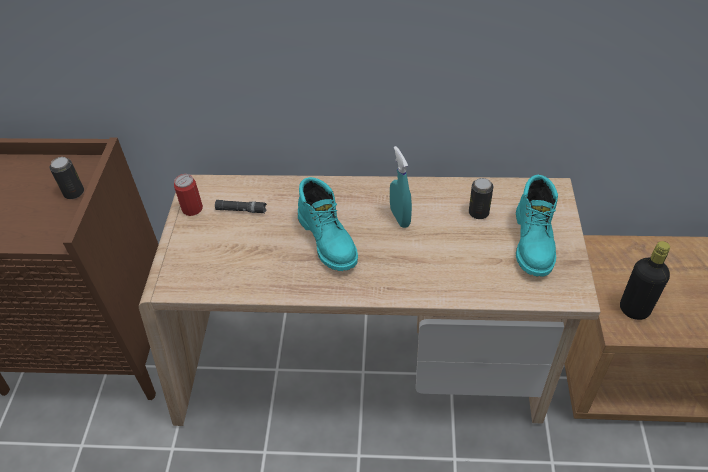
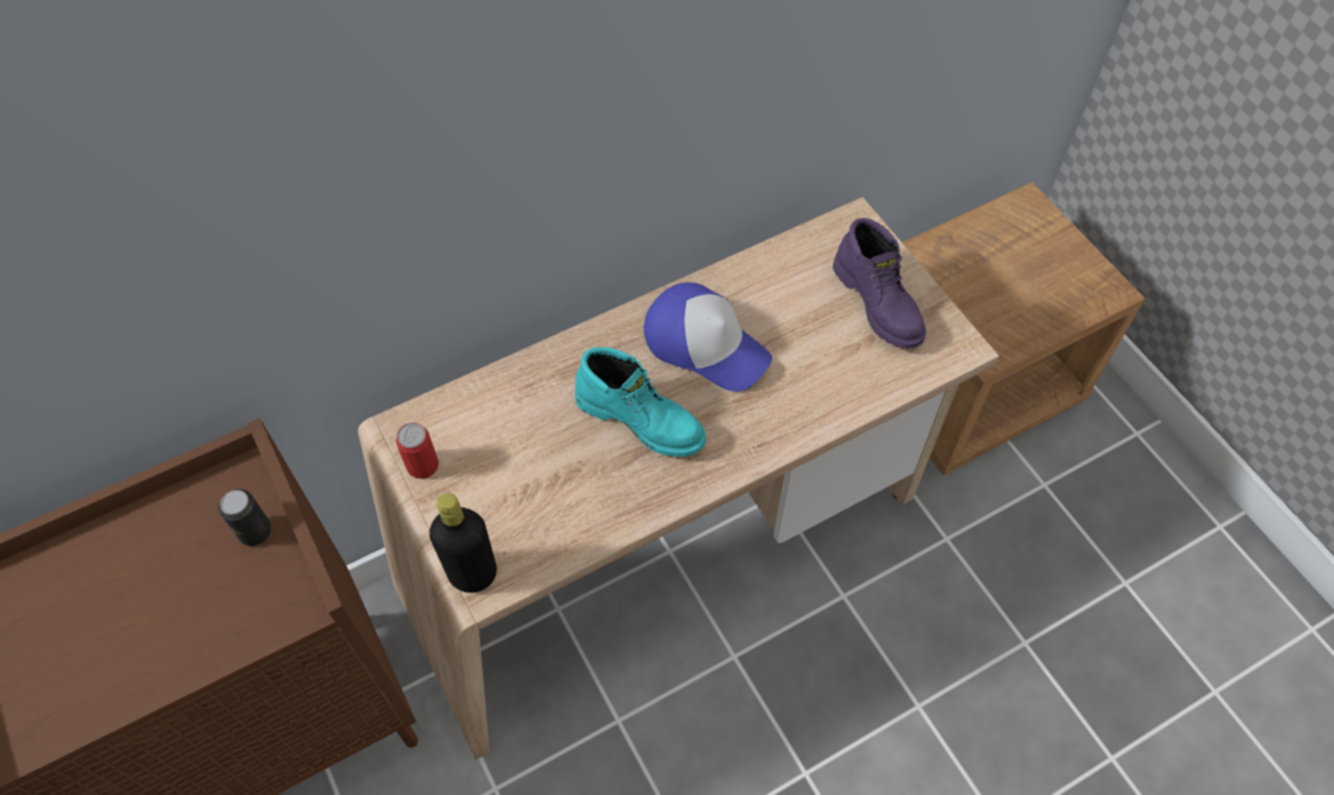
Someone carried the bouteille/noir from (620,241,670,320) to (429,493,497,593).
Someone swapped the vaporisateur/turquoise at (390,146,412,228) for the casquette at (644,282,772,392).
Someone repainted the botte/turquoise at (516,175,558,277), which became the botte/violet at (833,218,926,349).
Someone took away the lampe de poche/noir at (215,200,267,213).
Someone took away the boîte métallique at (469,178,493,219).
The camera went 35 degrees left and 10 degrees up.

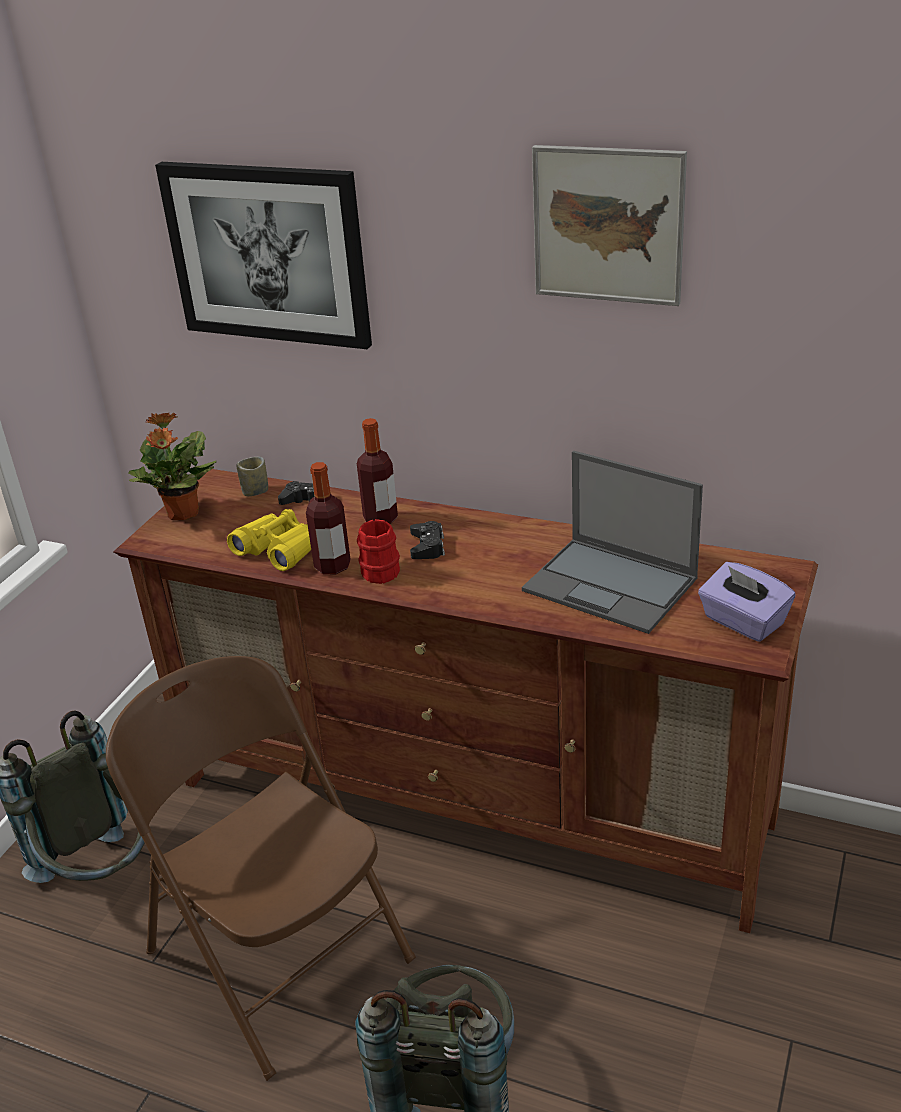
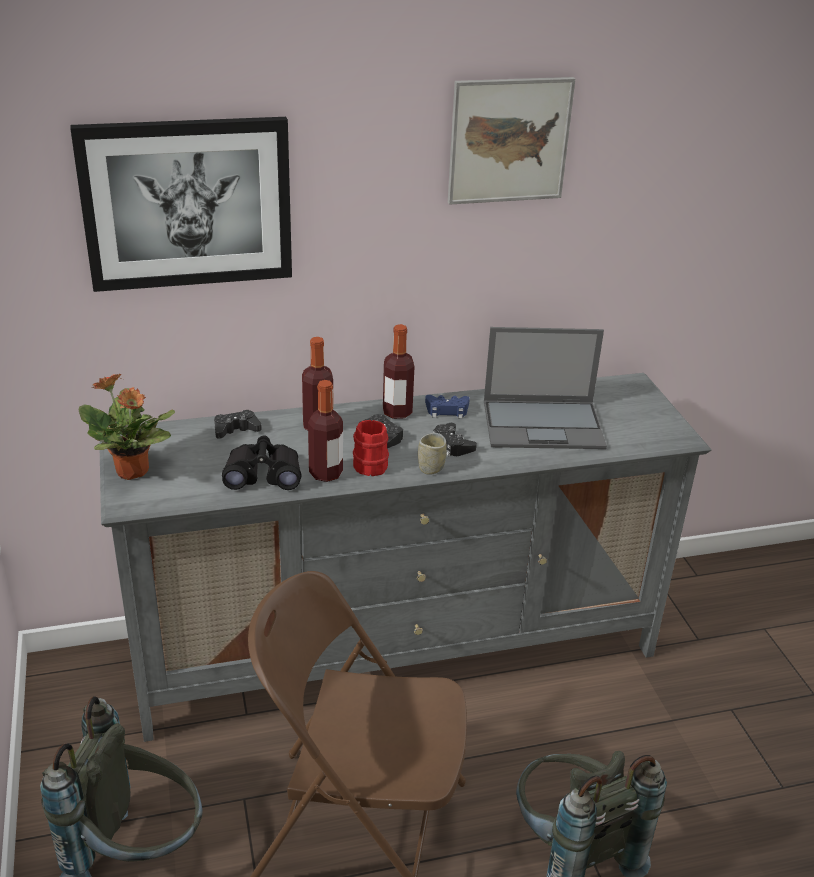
Someone repainted the commode/marron at (113,469,818,933), which became the commode/gris at (99,373,712,742).
Someone repainted the jumelles/jaune at (227,509,311,571), which became the jumelles/noir at (222,435,302,490).
Someone put down the bouteille at (383,324,415,419).
Someone carried the tasse from (236,457,268,496) to (418,433,447,475).
Someone put down the manette/bleu at (425,395,470,419).
Someone put down the manette/noir at (433,423,477,457).
Someone took away the boîte à mouchoirs/violet at (698,562,796,642).
The camera went 40 degrees left and 0 degrees up.

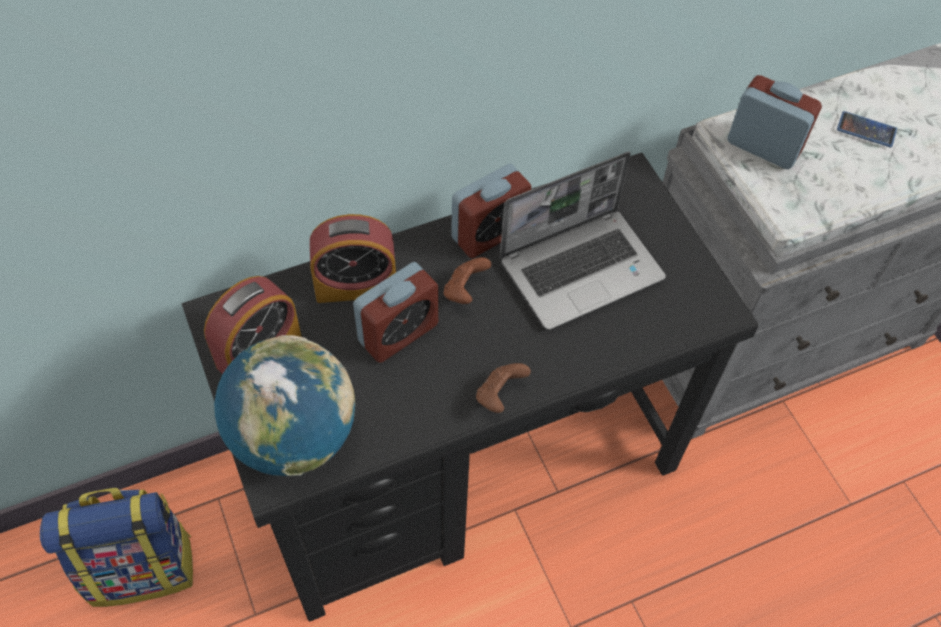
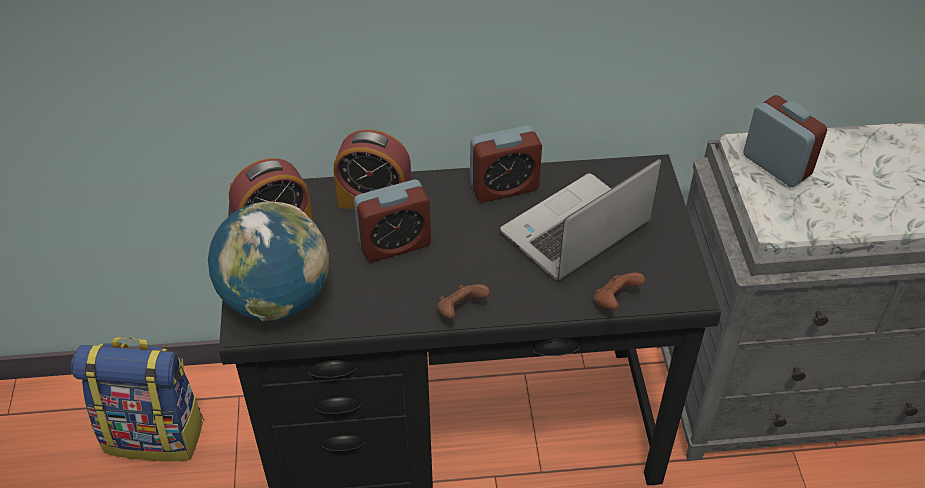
Someone rotated the ordinateur portable at (500,152,666,330) by 150 degrees clockwise.
Someone carried the manette/marron from (444,257,491,304) to (594,273,645,310).
Someone took away the téléphone at (837,111,897,147).
The camera went 20 degrees right and 10 degrees down.

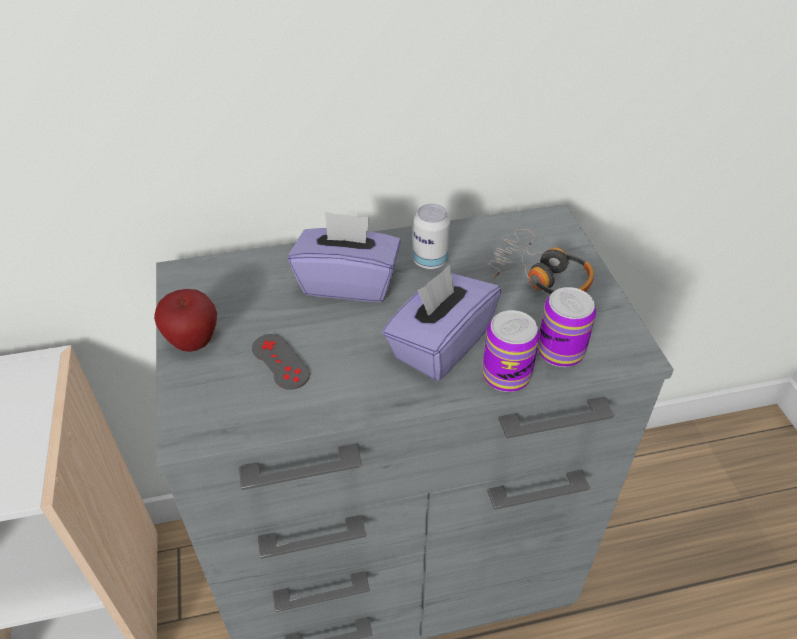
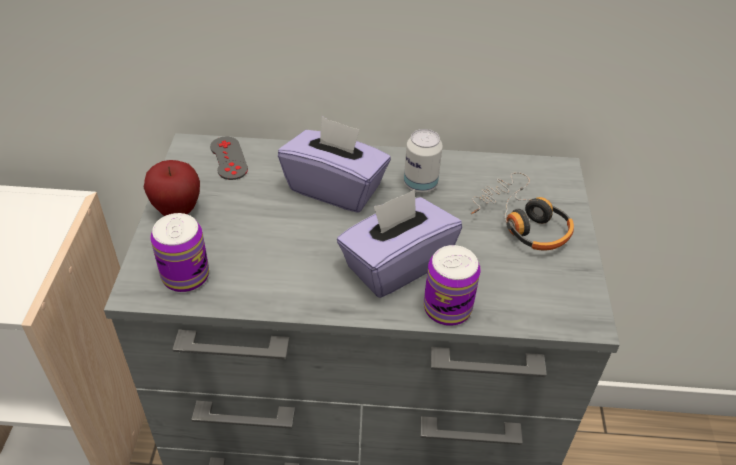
Someone carried the boîte métallique from (538,287,596,367) to (150,213,209,292).
Someone carried the manette/gris from (252,334,310,389) to (210,136,248,180).
The camera went 15 degrees right and 0 degrees up.

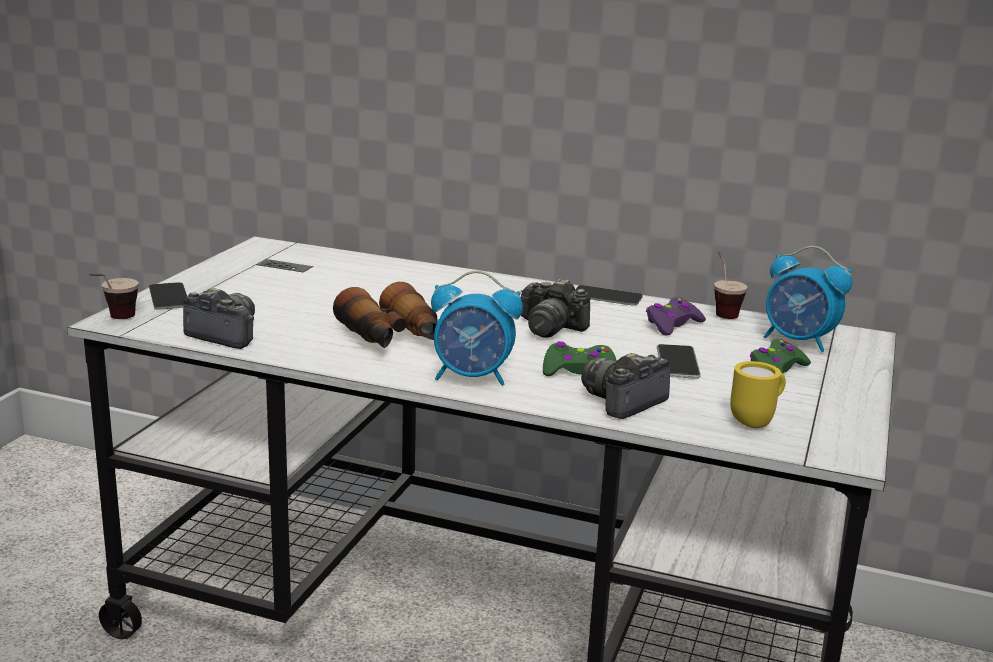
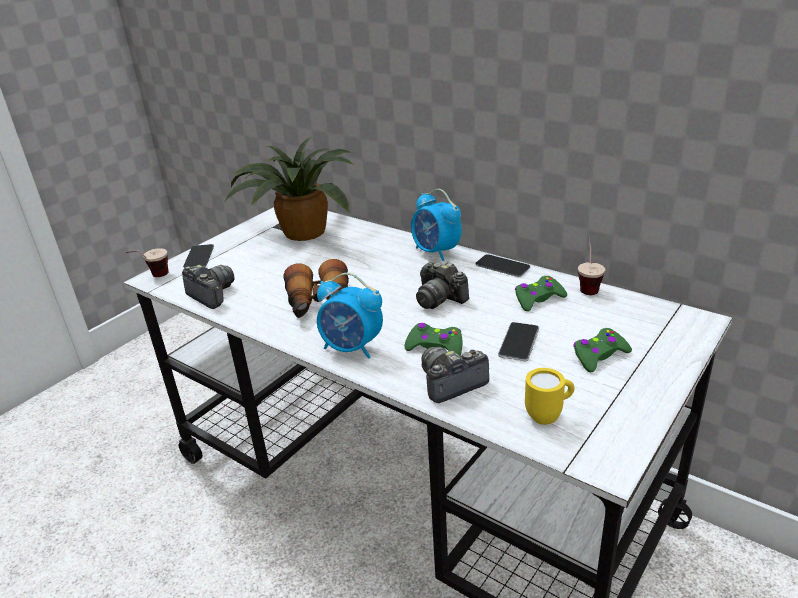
Someone put down the plante en pot at (224,136,354,241).
Someone carried the réveil from (764,246,852,352) to (411,189,462,261).
Someone repainted the manette/violet at (646,297,706,336), which became the manette/vert at (515,276,567,311).
The camera went 20 degrees right and 10 degrees up.

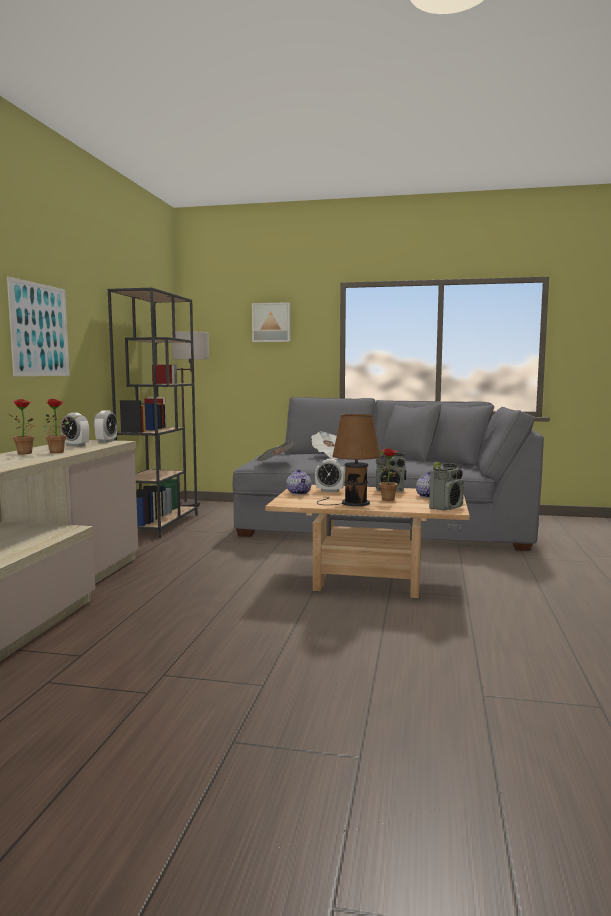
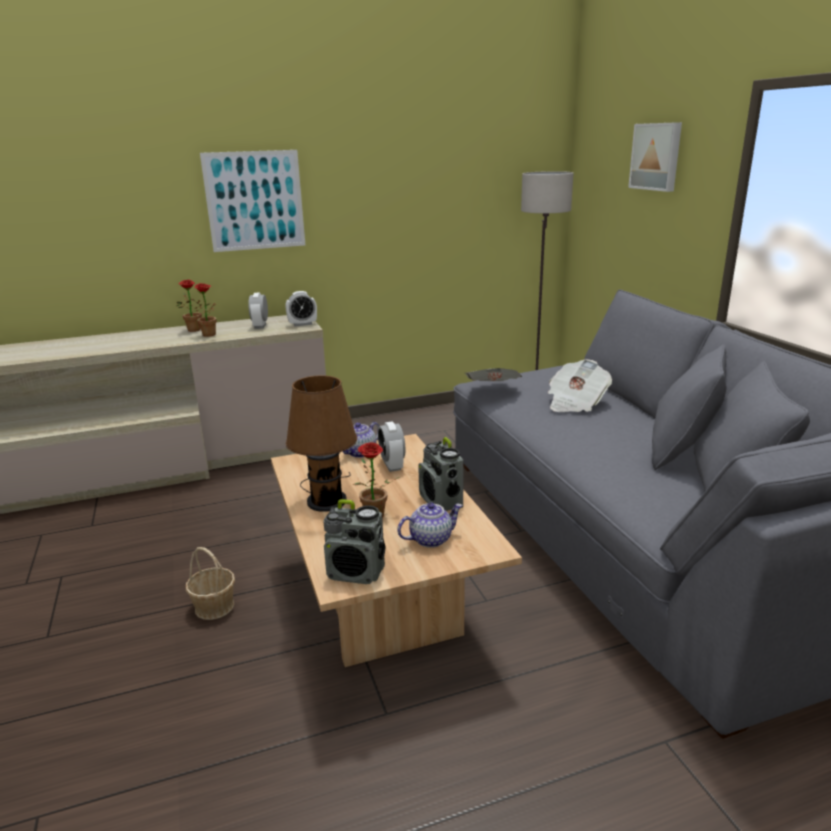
Someone put down the panier at (186,547,235,620).
Someone took away the bibliothèque at (108,288,198,538).
The camera went 60 degrees right and 15 degrees up.

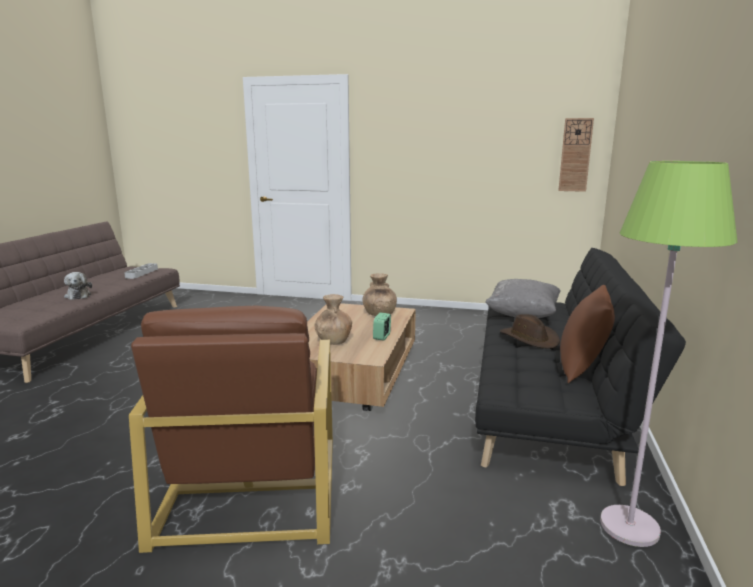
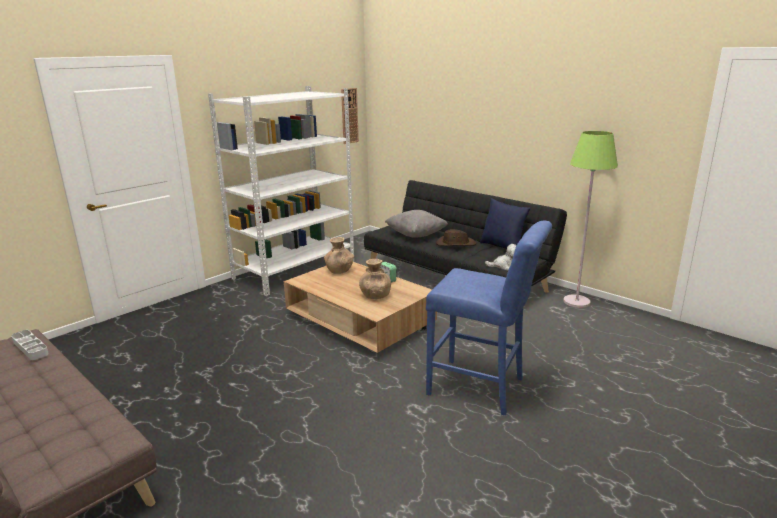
Someone put down the bibliothèque/blanc at (208,86,354,296).
Someone swapped the fauteuil/marron at (129,306,333,553) for the tabouret/bleu at (426,221,552,416).
Someone repainted the coussin/marron at (560,285,615,383), which became the coussin/bleu at (480,198,531,249).
Someone carried the peluche from (64,272,92,300) to (485,244,517,271).
The camera went 60 degrees left and 5 degrees up.

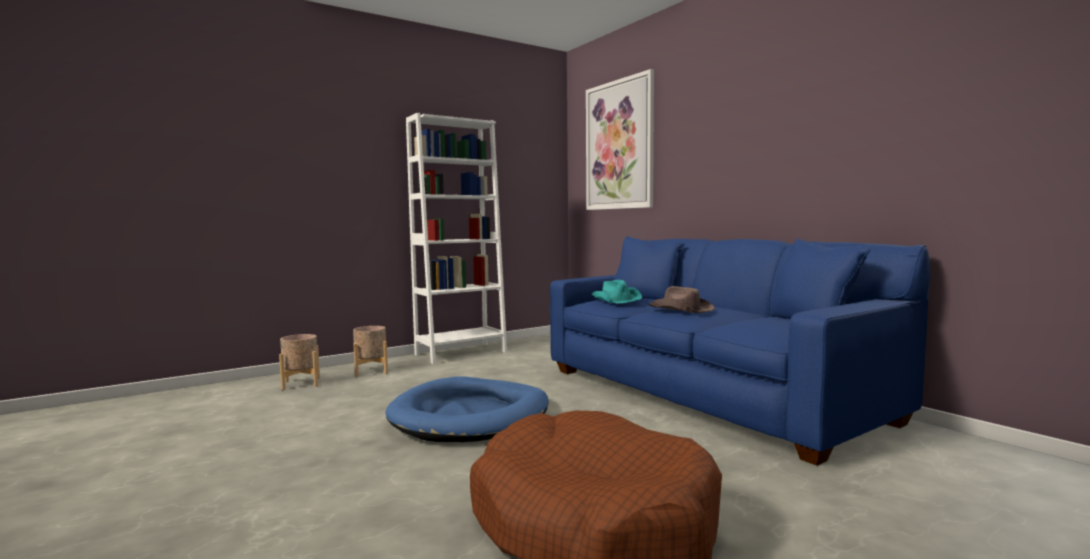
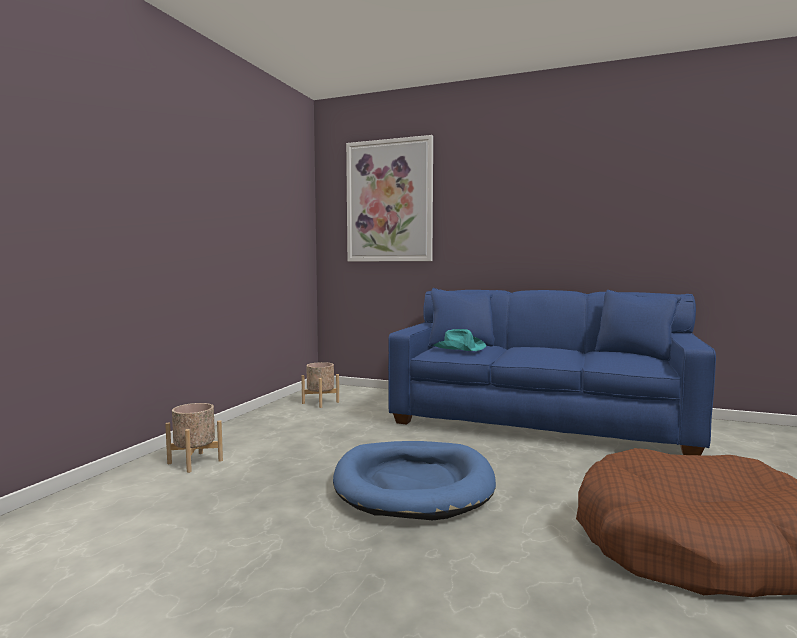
Someone carried the cache-pot/beige from (279,334,320,390) to (301,362,339,408).
Someone took away the bibliothèque/blanc at (406,113,507,364).
Someone took away the chapeau/marron at (648,286,715,313).
The camera went 35 degrees left and 0 degrees up.

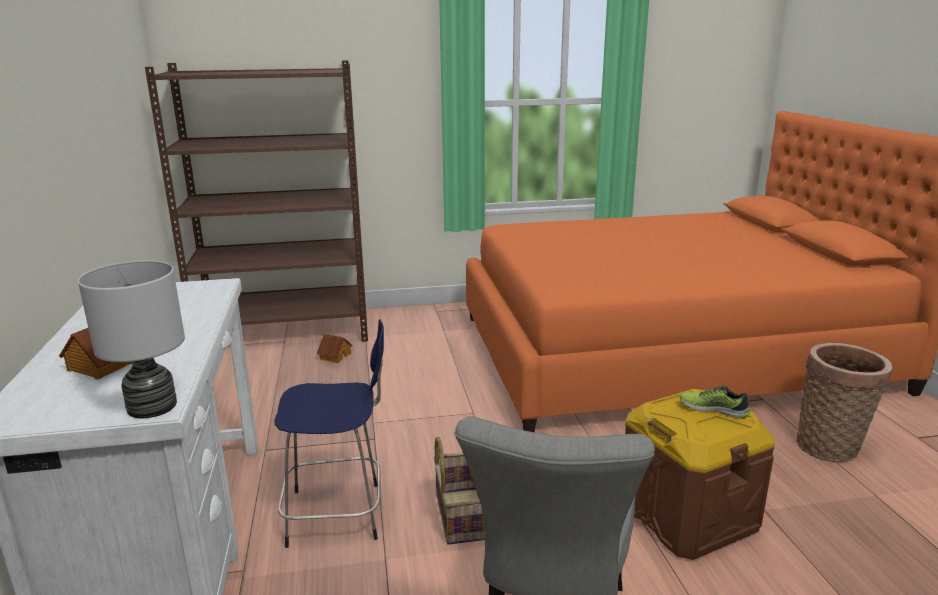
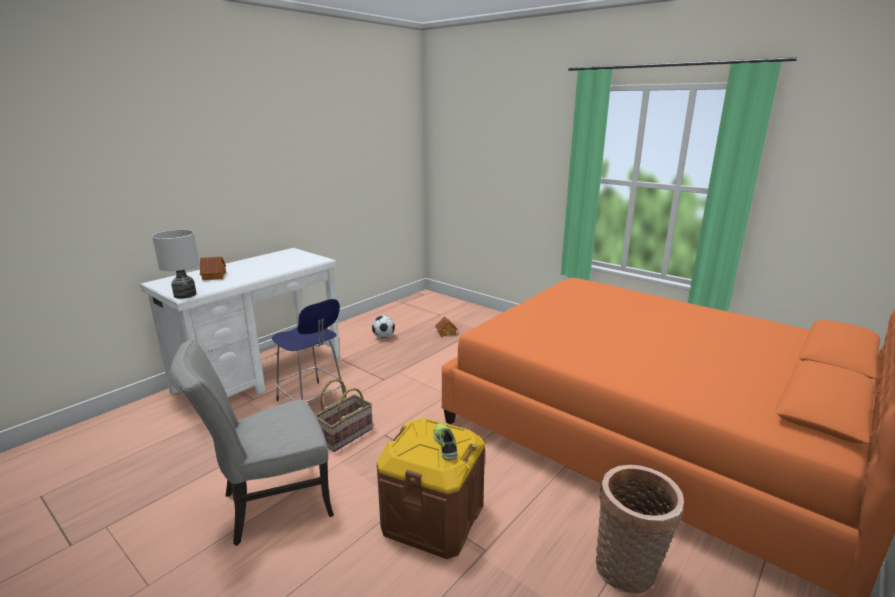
Someone put down the ballon de foot at (372,316,395,338).
Someone took away the bibliothèque/marron at (145,60,368,342).
The camera went 50 degrees right and 0 degrees up.

